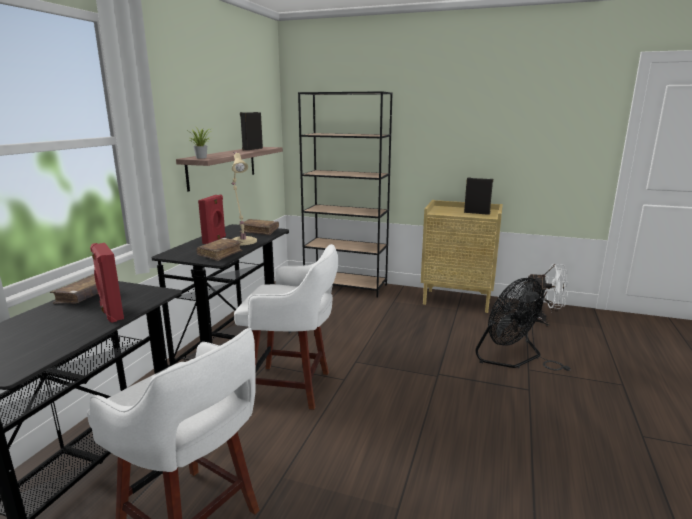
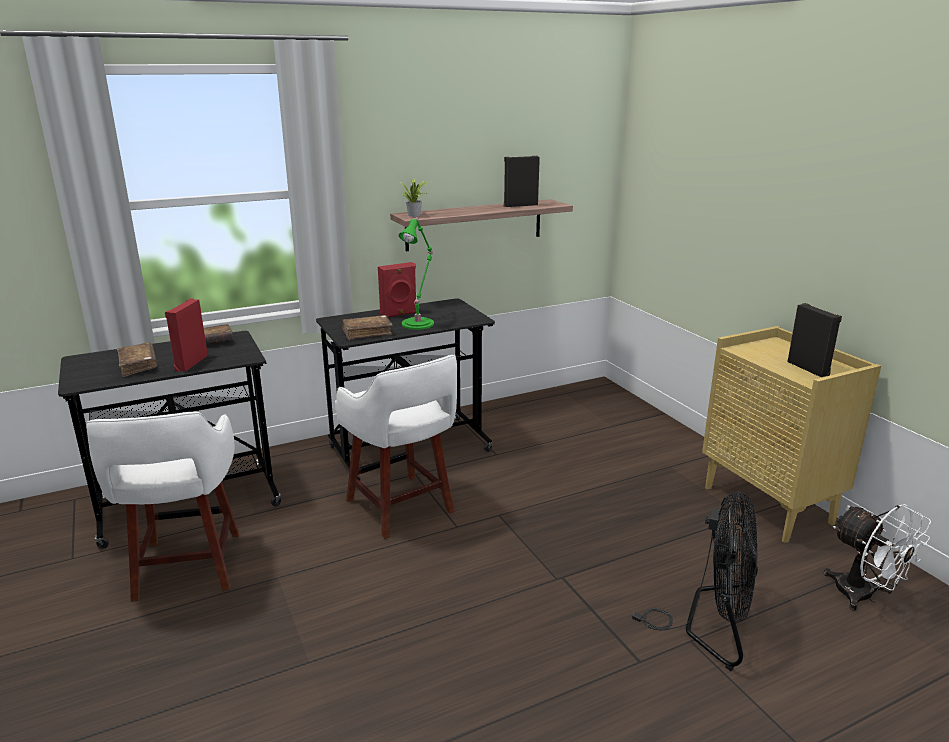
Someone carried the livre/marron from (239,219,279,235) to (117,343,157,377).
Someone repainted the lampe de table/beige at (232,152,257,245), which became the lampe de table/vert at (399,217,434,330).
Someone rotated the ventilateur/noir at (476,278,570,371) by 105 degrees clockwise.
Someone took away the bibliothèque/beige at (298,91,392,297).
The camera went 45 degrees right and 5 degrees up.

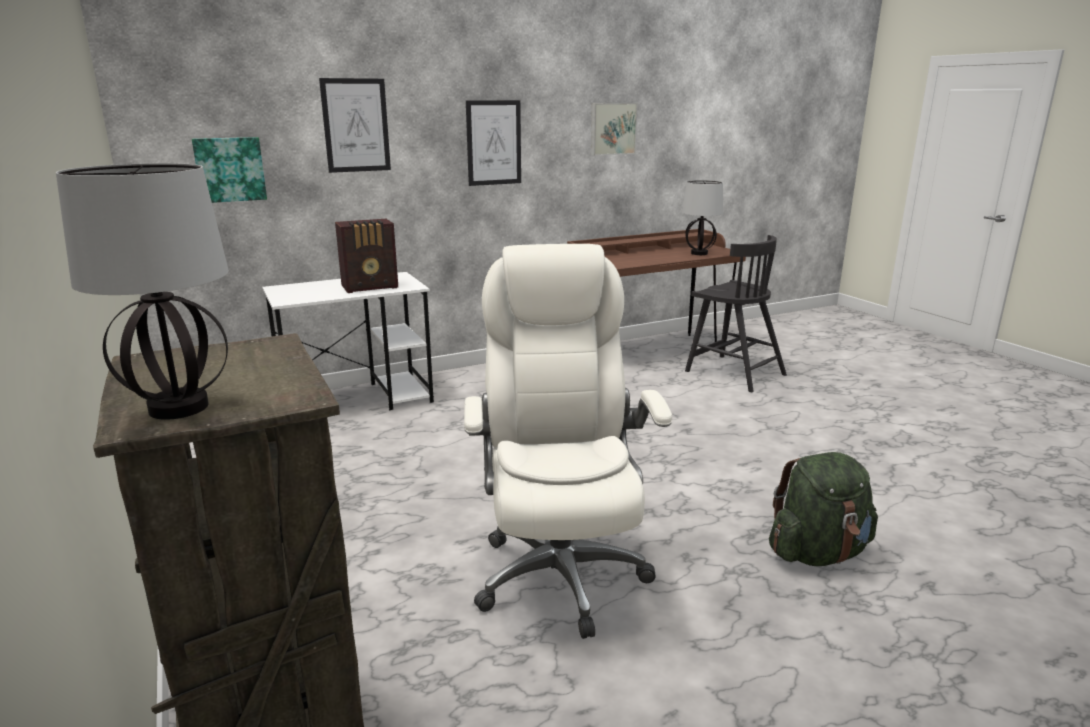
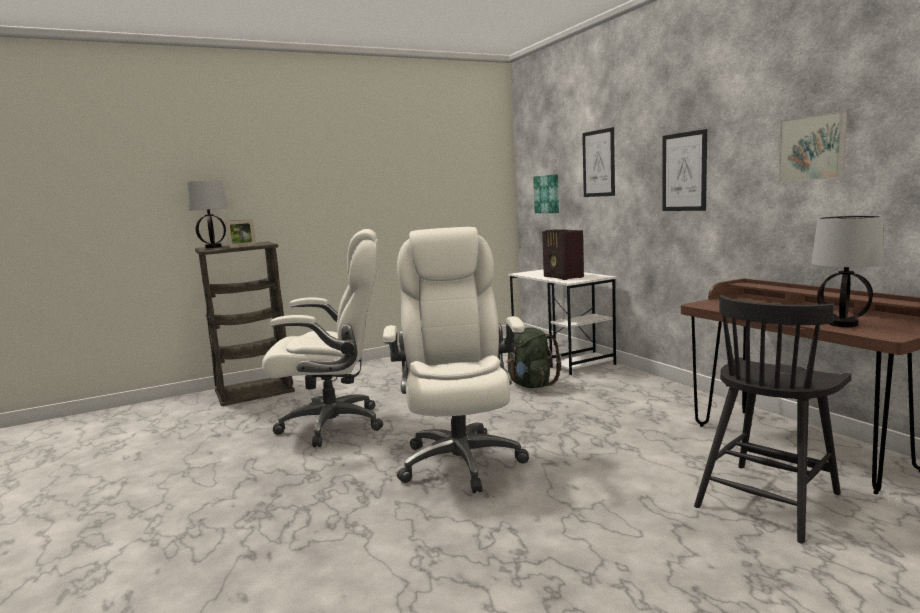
Someone put down the cadre photo at (225,219,256,248).
Someone put down the chaise de bureau/blanc at (383,227,529,493).
Someone carried the sac à dos/vert from (769,452,878,566) to (507,327,562,388).
The camera went 90 degrees right and 10 degrees down.

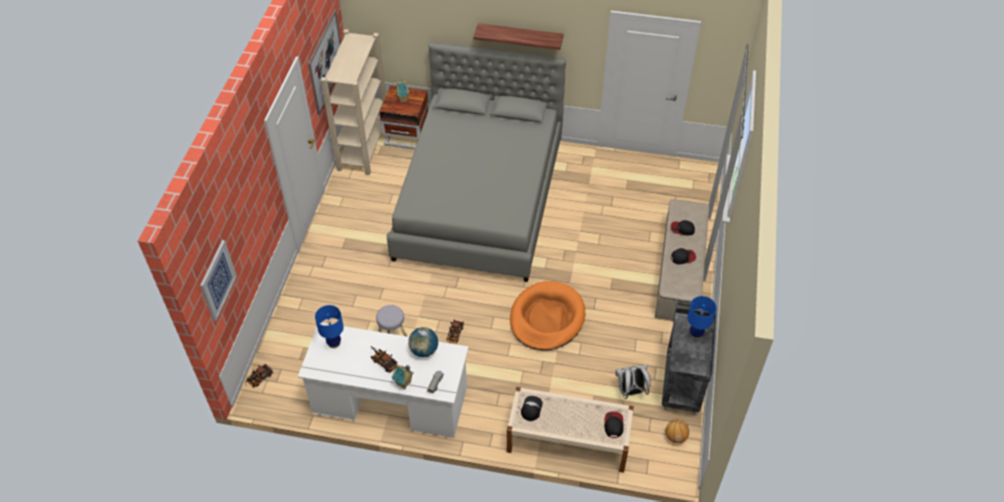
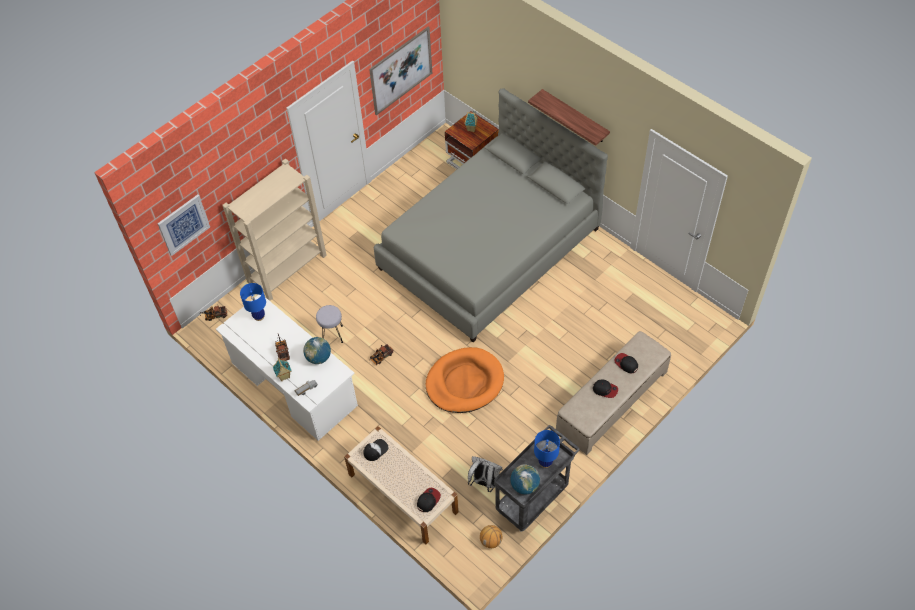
Someone carried the bibliothèque/beige from (321,29,386,175) to (222,159,327,301).
Someone put down the globe at (510,464,540,494).
The camera went 35 degrees right and 5 degrees up.

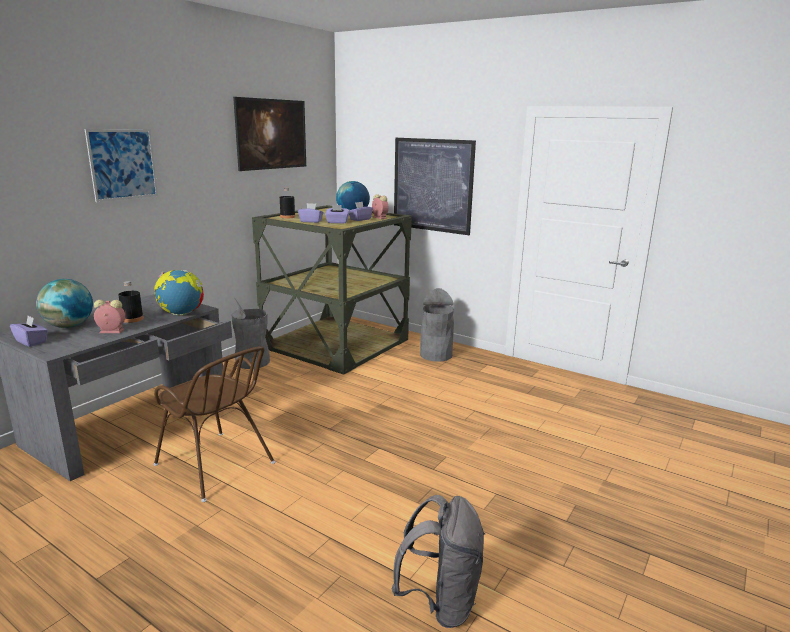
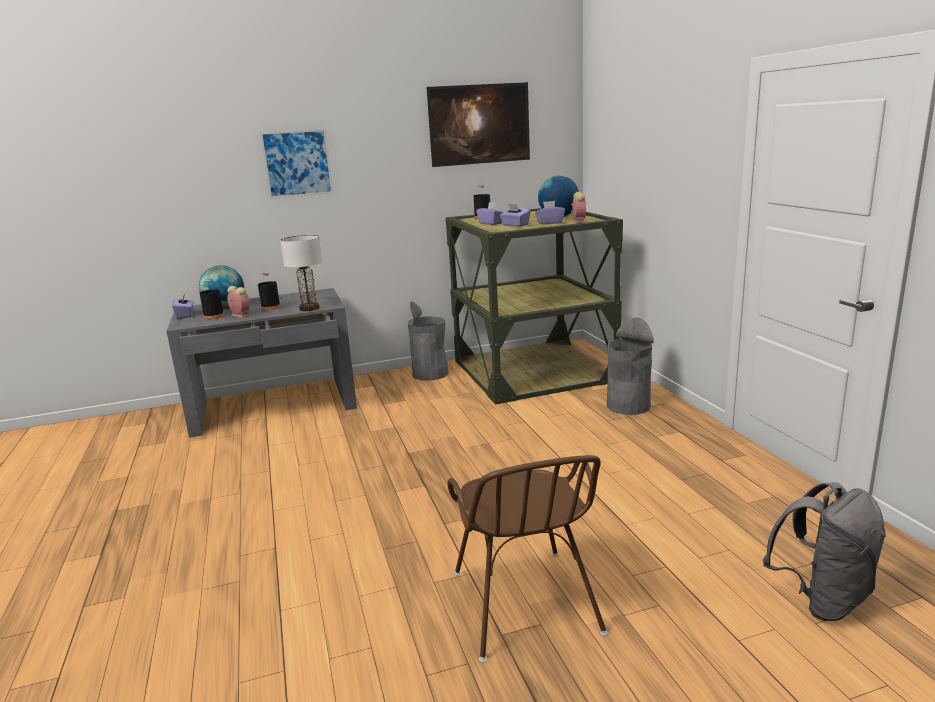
Someone put down the bouteille/noir at (200,280,224,320).
Someone swapped the globe at (154,270,204,316) for the lampe de table at (280,235,322,311).
Someone carried the chaise/marron from (153,346,276,502) to (447,455,608,663).
Someone carried the sac à dos/gris from (391,495,485,628) to (763,482,886,621).
Someone took away the tableau at (394,138,476,235).
The camera went 40 degrees right and 0 degrees up.

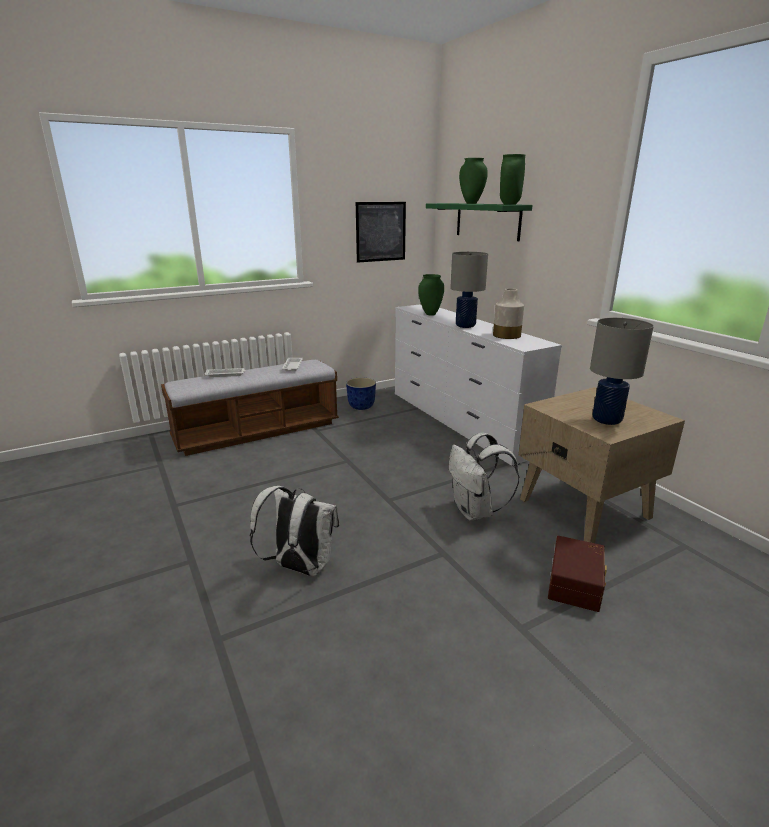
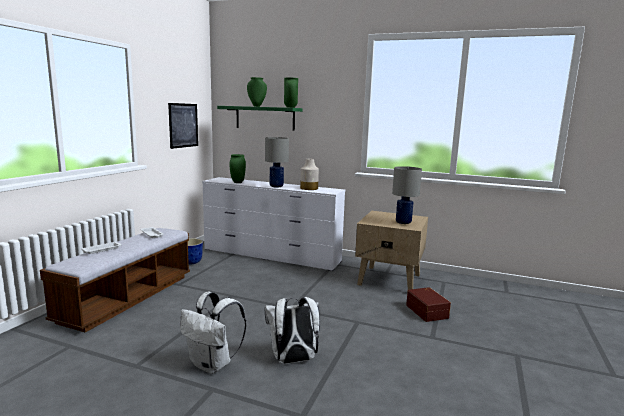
Someone carried the sac à dos/blanc from (449,433,520,521) to (180,292,246,374).
The camera went 40 degrees left and 10 degrees down.

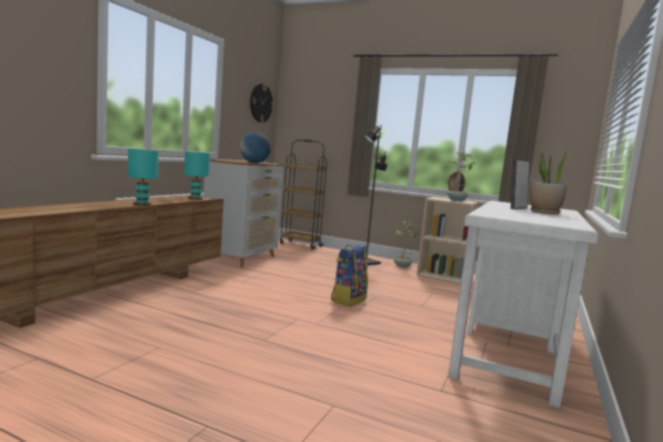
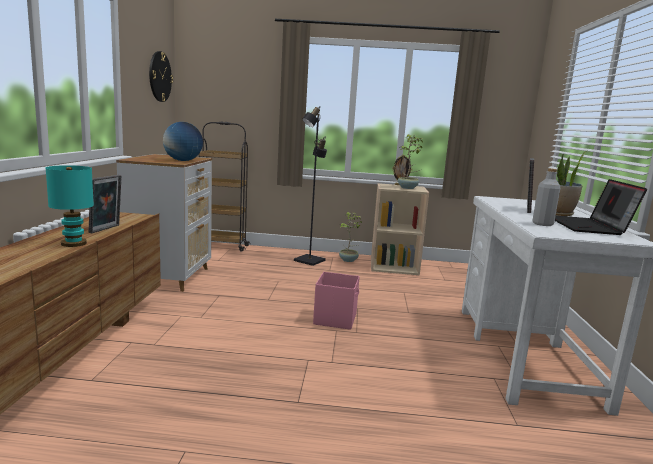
Someone put down the cadre photo at (89,175,122,233).
Someone swapped the sac à dos at (331,244,368,307) for the boîte de rangement/rose at (313,272,360,330).
Someone put down the bouteille/gris at (532,168,560,226).
Someone put down the ordinateur portable at (555,179,647,235).
Someone took away the lampe de table/turquoise at (184,152,210,200).
The camera went 20 degrees left and 5 degrees up.

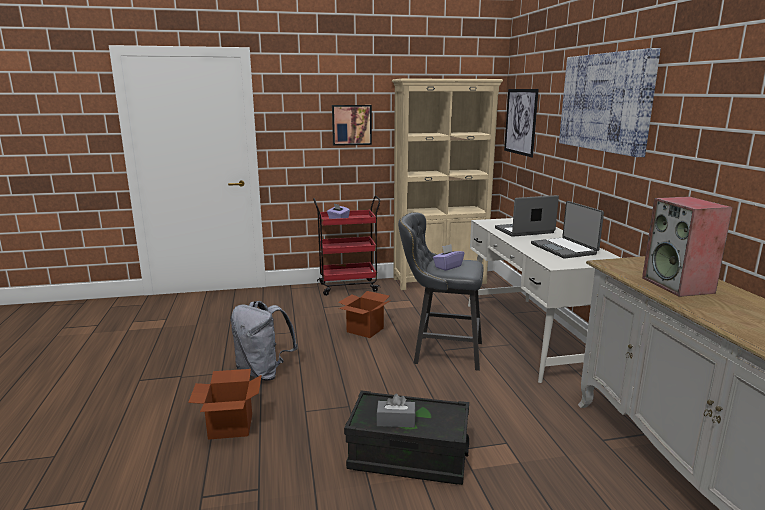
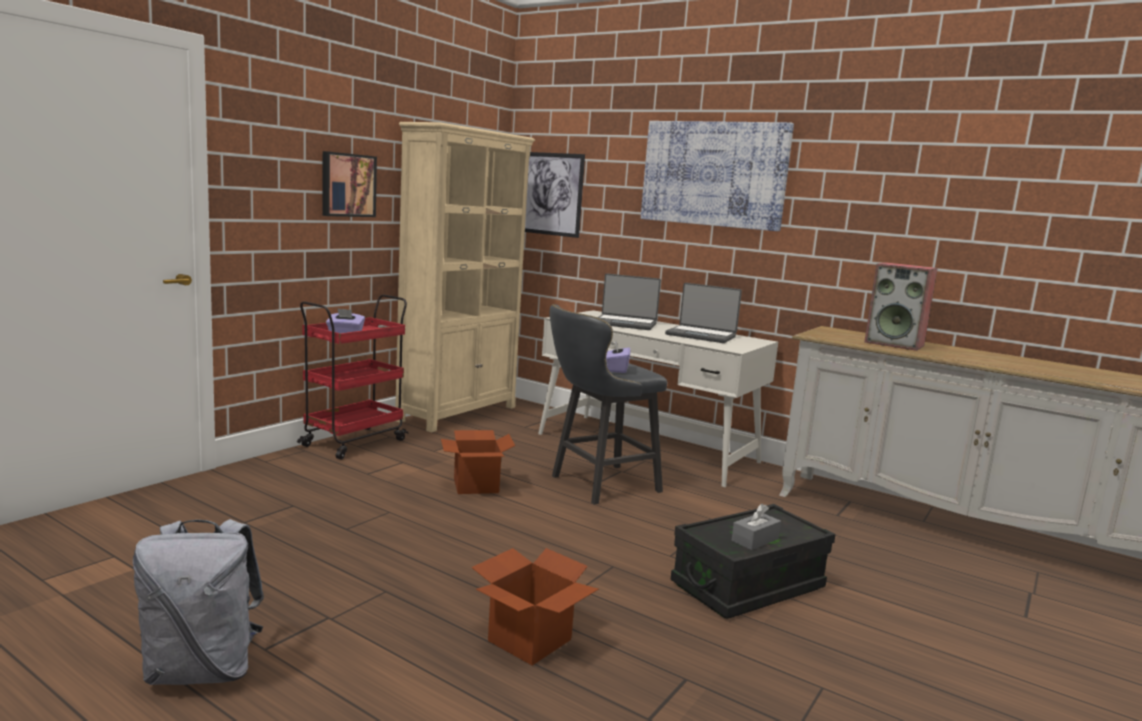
Someone carried the sac à dos/gris from (231,301,298,381) to (133,519,264,685).
Someone rotated the ordinateur portable at (495,195,559,237) by 105 degrees counterclockwise.
The camera went 45 degrees left and 5 degrees down.

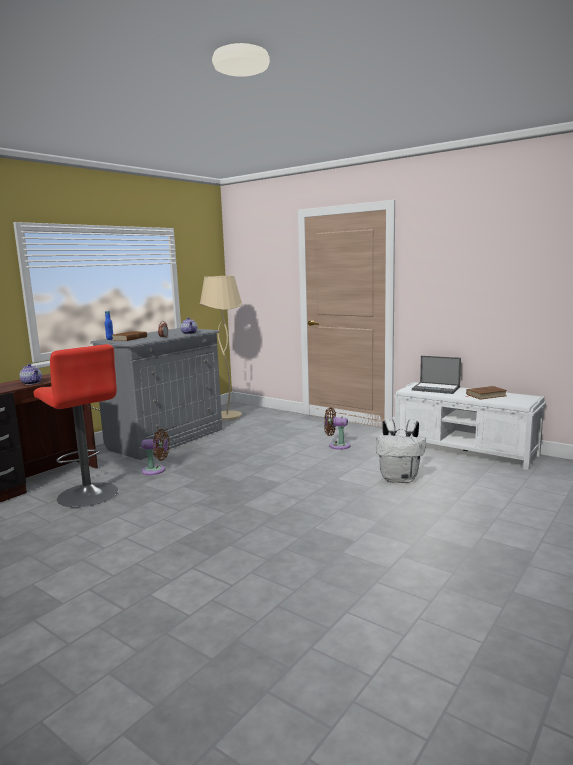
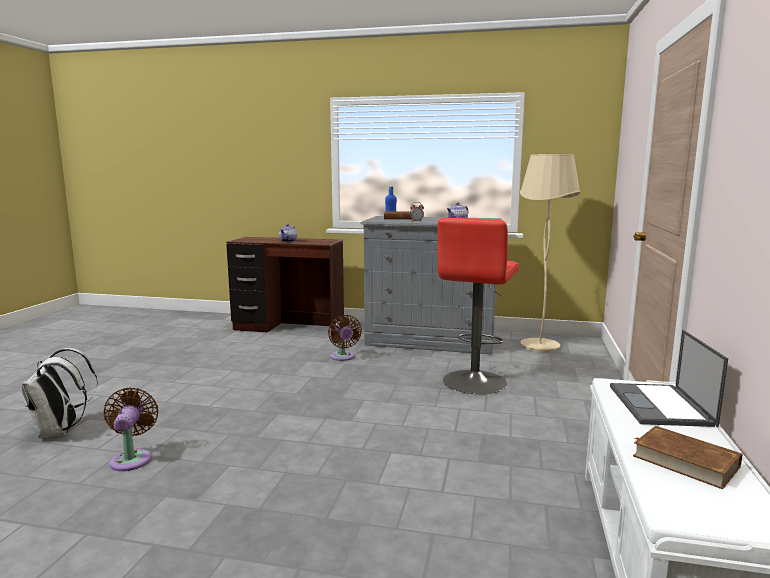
Someone carried the sac à dos/blanc from (376,419,426,483) to (21,348,98,438).
Someone carried the ventilateur/marron from (324,407,350,450) to (104,388,158,471).
Someone carried the tabouret/rouge from (34,344,118,507) to (437,218,519,394).
The camera went 65 degrees right and 0 degrees up.

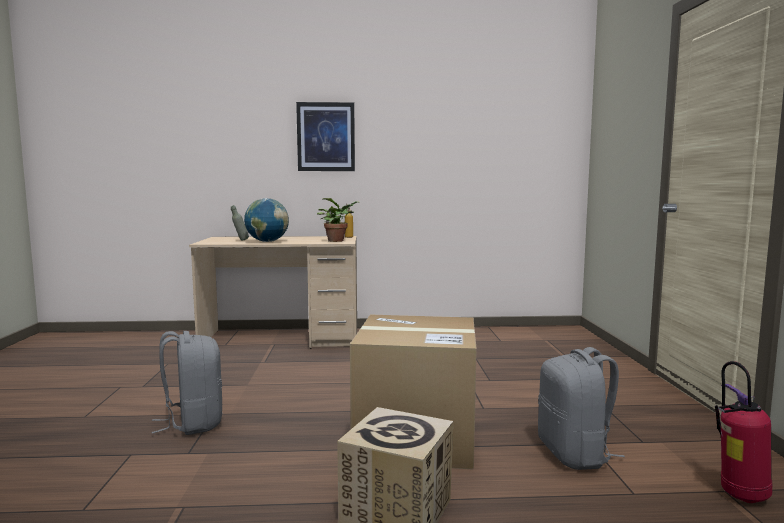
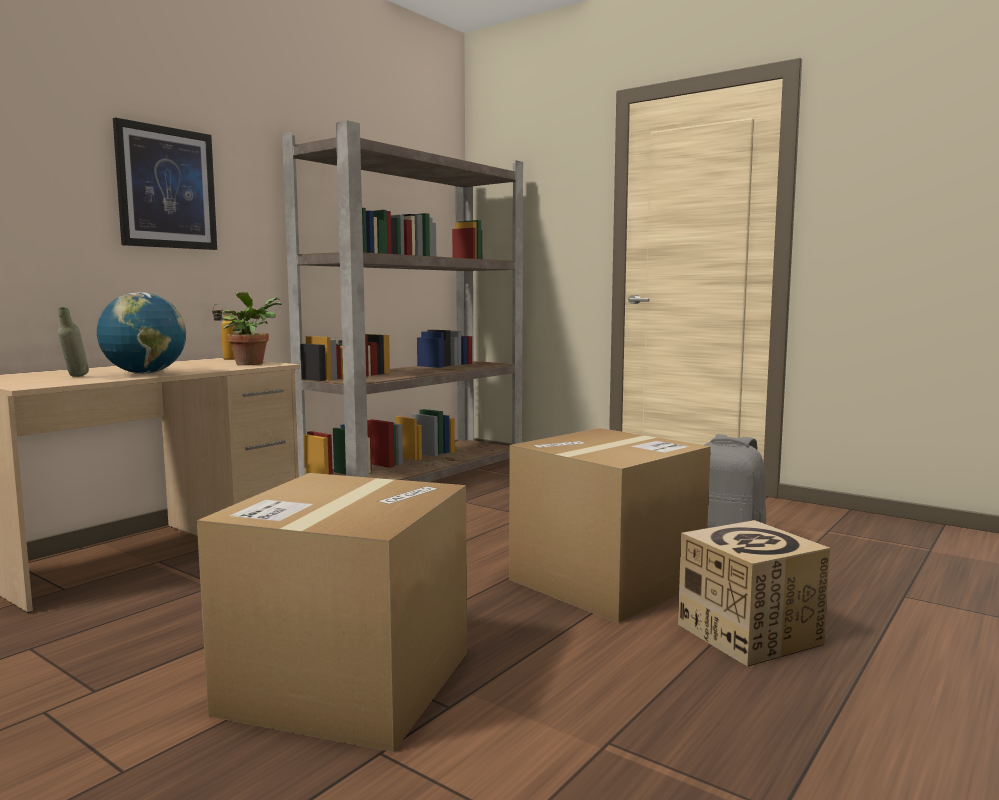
Someone swapped the sac à dos/gris at (151,331,222,435) for the carton at (197,473,467,752).
Someone put down the bibliothèque/marron at (282,120,523,482).
Someone took away the extincteur at (715,361,772,503).
The camera went 50 degrees left and 0 degrees up.

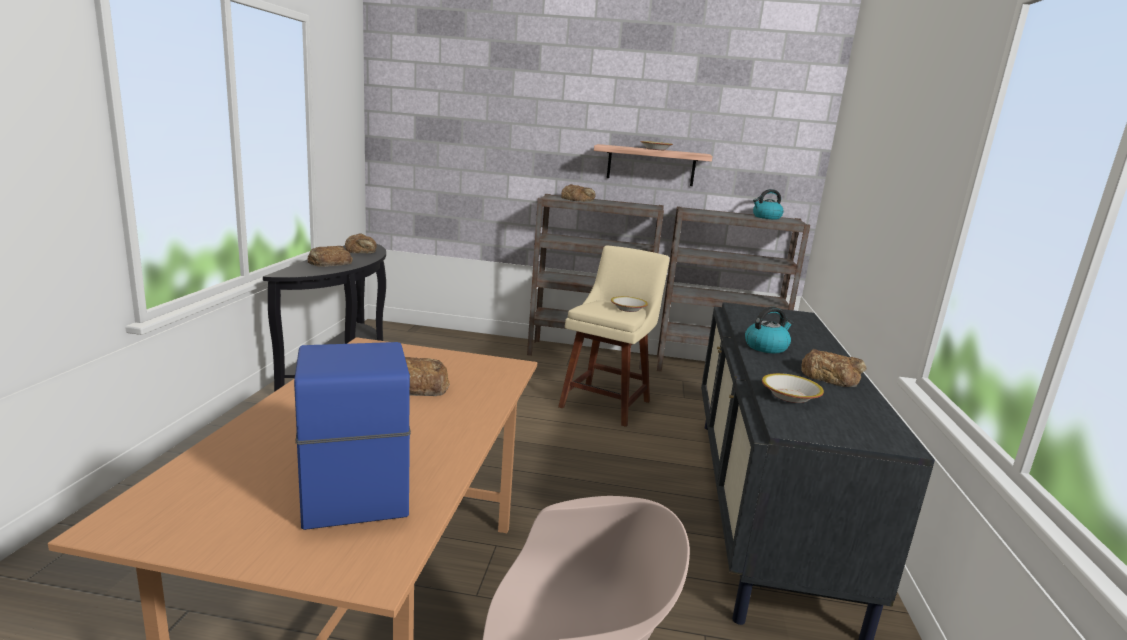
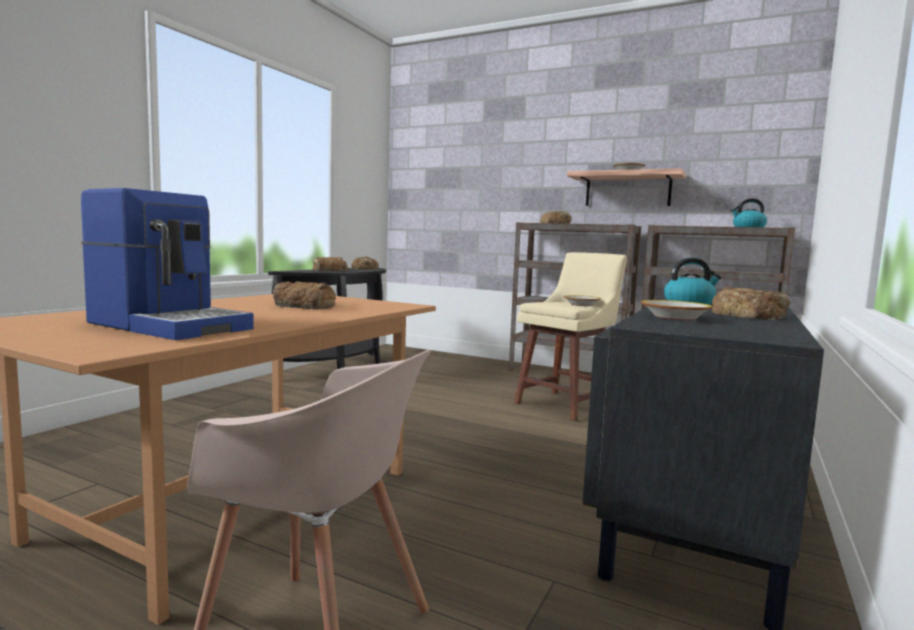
Someone rotated the machine à café at (294,342,411,530) by 120 degrees clockwise.
The camera went 20 degrees right and 10 degrees down.

